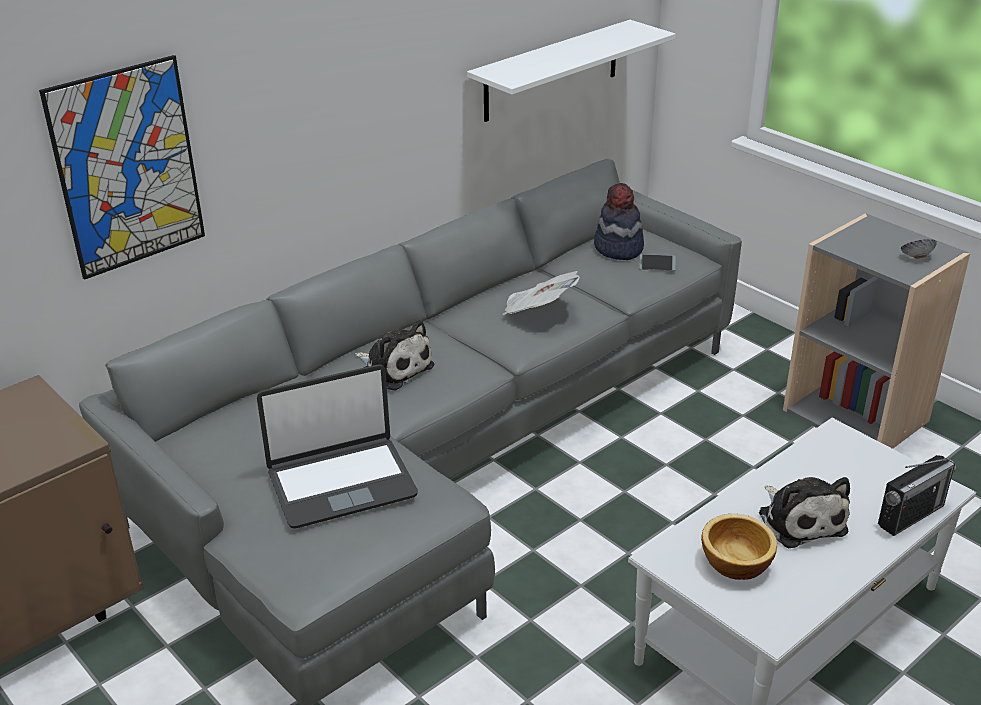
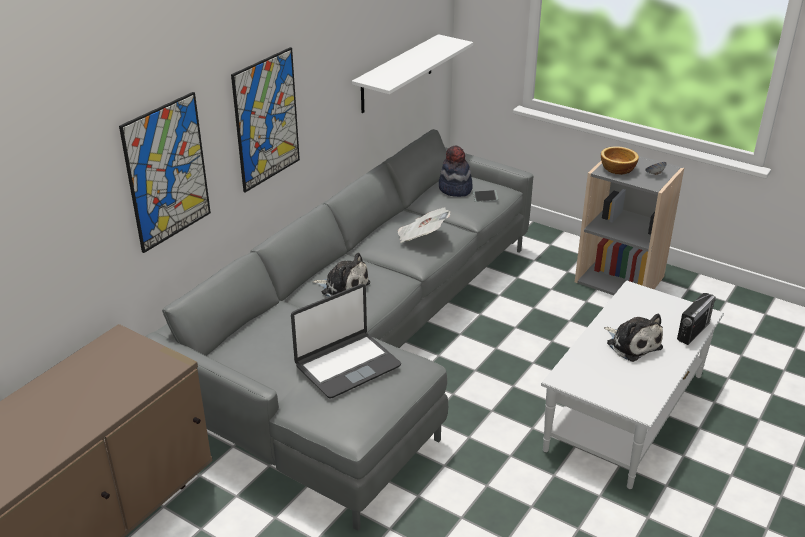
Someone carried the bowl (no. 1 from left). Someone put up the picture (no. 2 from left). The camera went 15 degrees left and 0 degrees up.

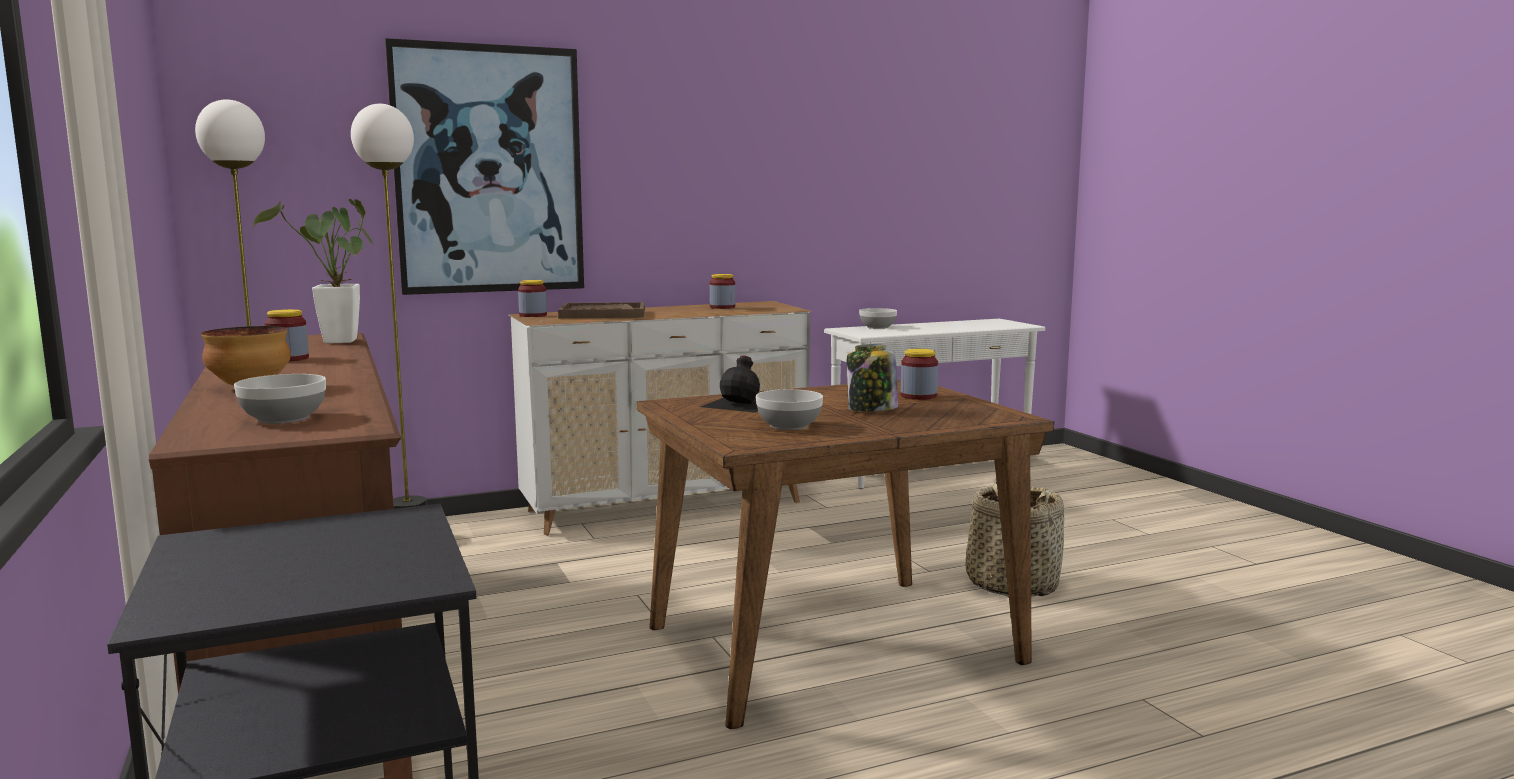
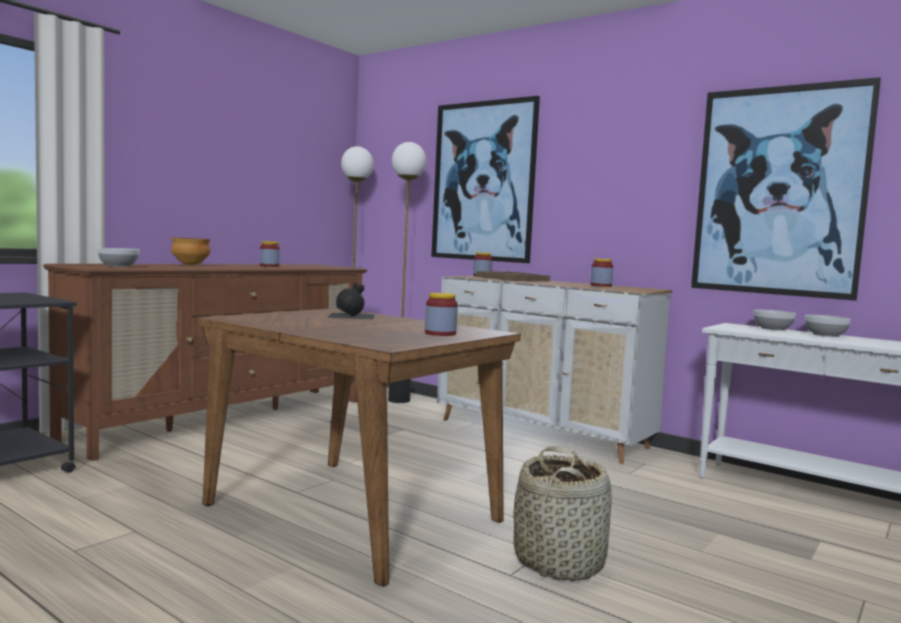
Someone took away the potted plant. Someone carried the bowl (no. 3 from left in the first image). Someone took away the jar (no. 4 from left). Someone put up the picture (no. 2 from left). The camera went 60 degrees right and 5 degrees down.

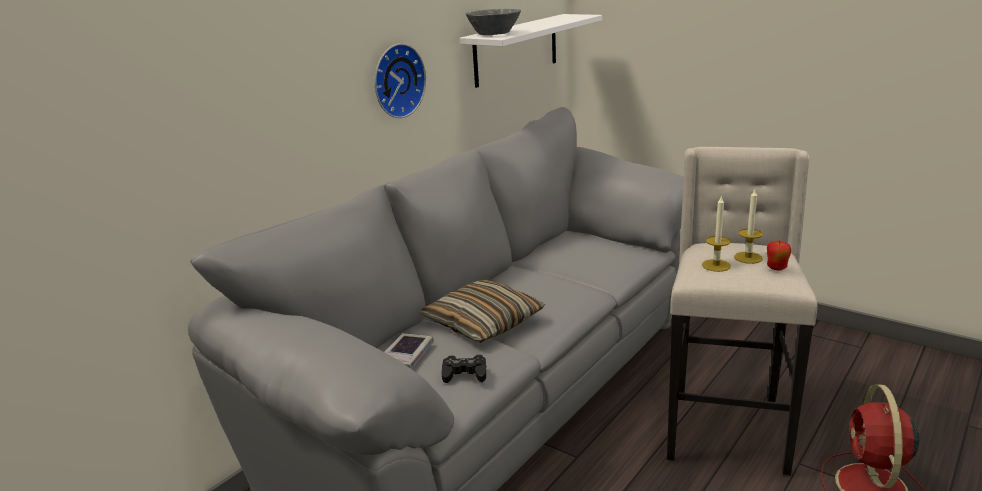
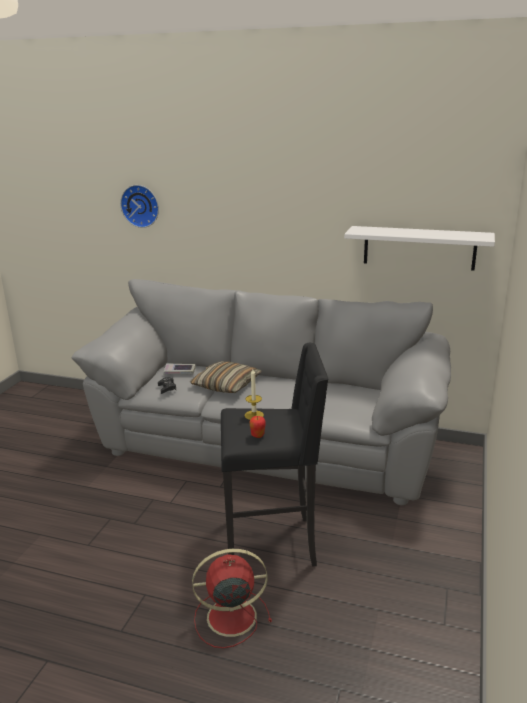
Someone carried the wall clock. Someone took away the grey bowl. Someone repainted the beige stool, which became the black stool. Someone took away the candle (no. 2 from left). The camera went 70 degrees right and 0 degrees up.

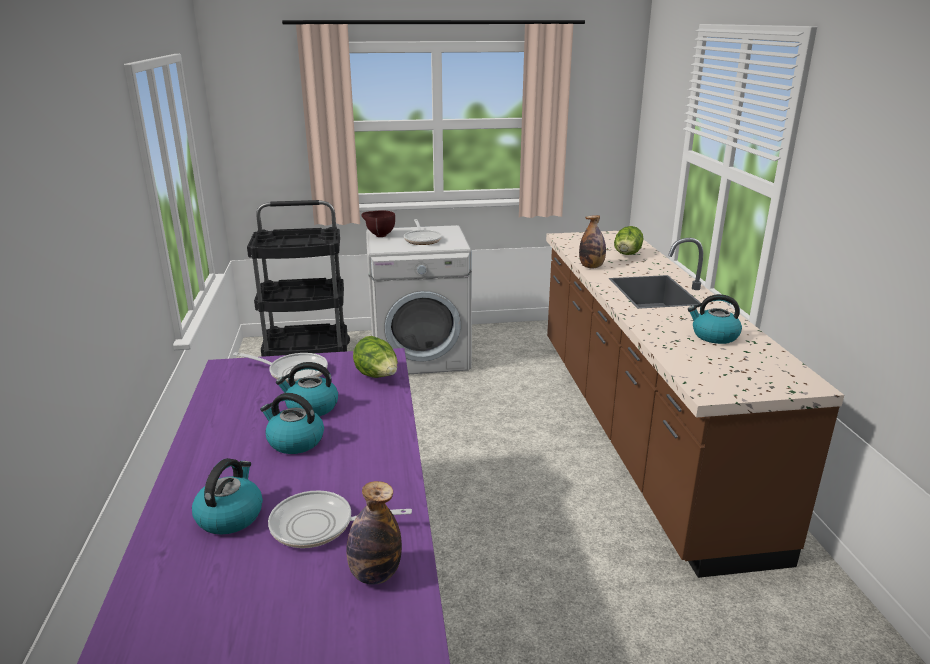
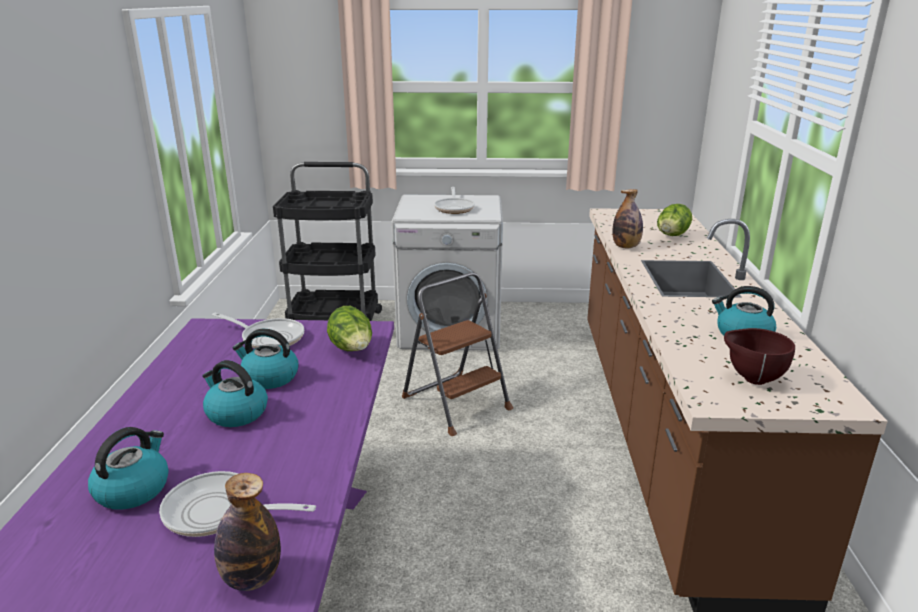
Someone carried the brown bowl. Someone put down the brown step ladder. The camera went 10 degrees right and 0 degrees up.

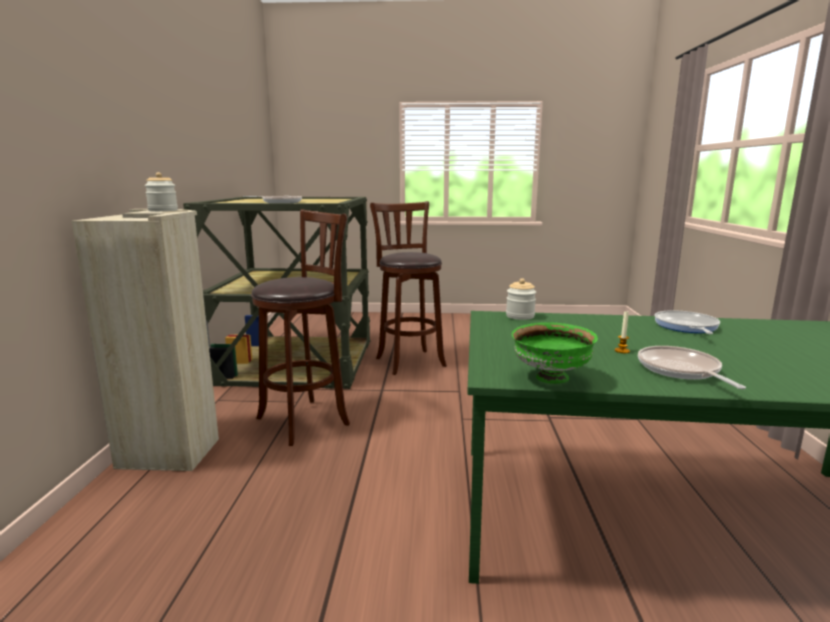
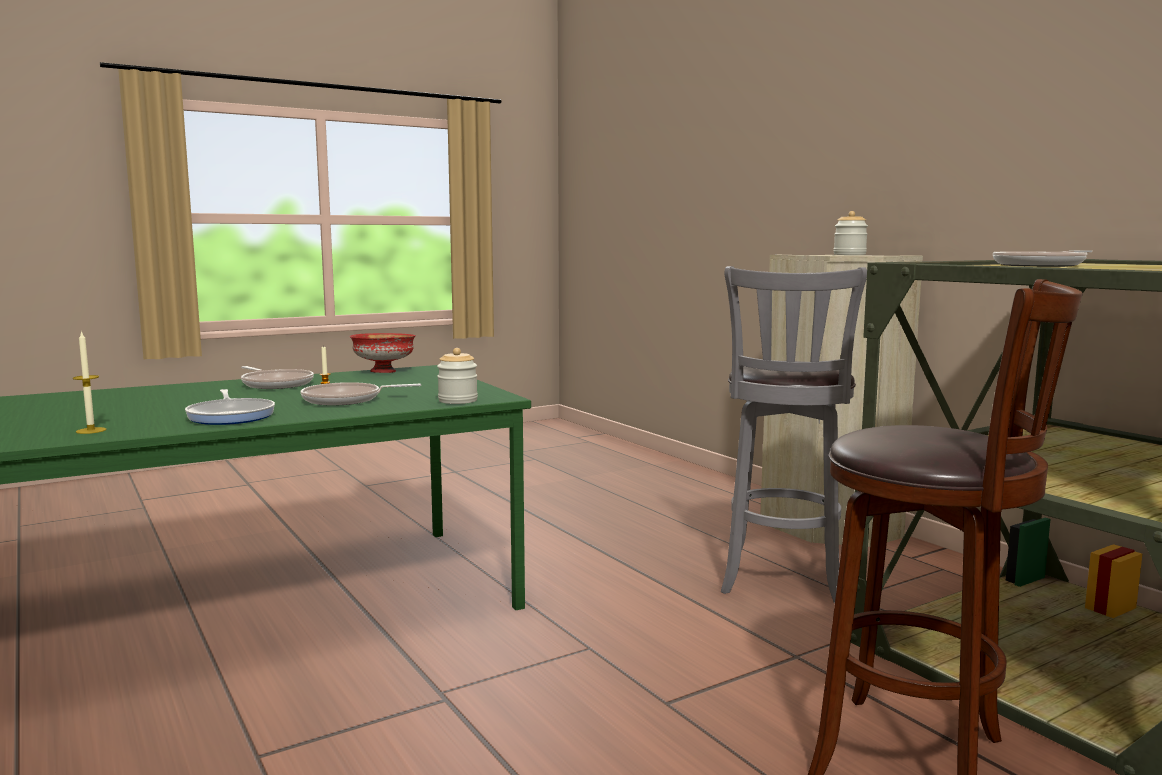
Someone repainted the brown stool (no. 1 from left), which became the grey stool. Someone repainted the green bowl, which became the red bowl. Someone put down the candle (no. 1 from left). Someone put down the frying pan (no. 3 from left). The camera went 145 degrees right and 5 degrees down.

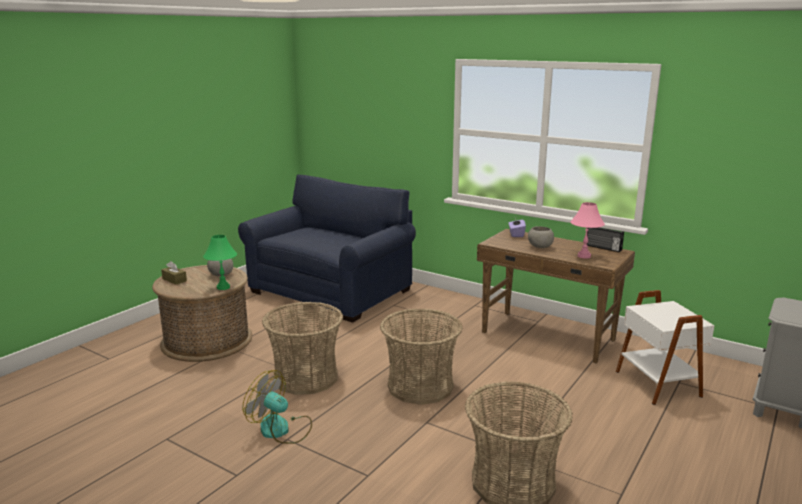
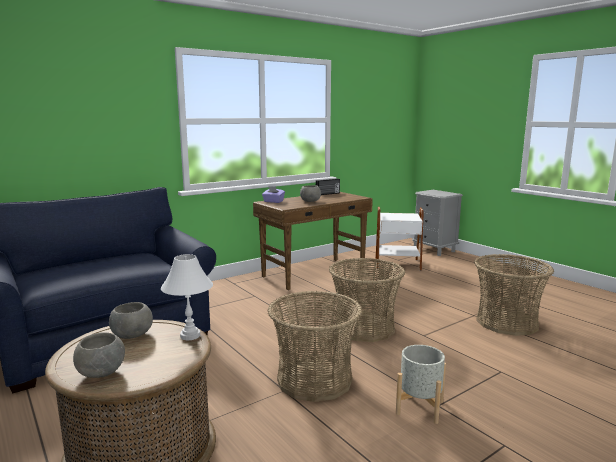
Someone swapped the brown tissue box for the grey bowl (no. 1 from left). Someone repainted the green table lamp, which became the white table lamp. Someone swapped the fan for the grey planter. Someone took away the pink table lamp. The camera went 70 degrees left and 5 degrees down.

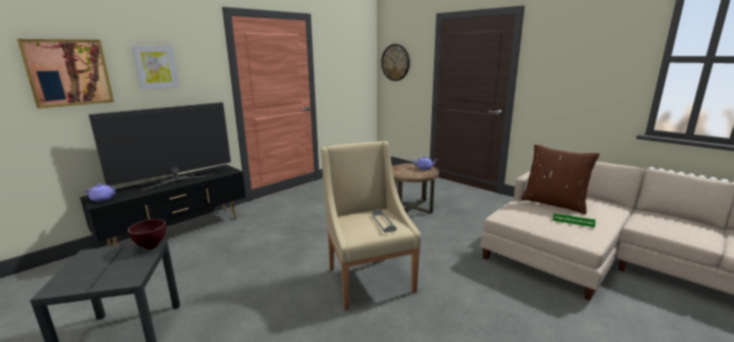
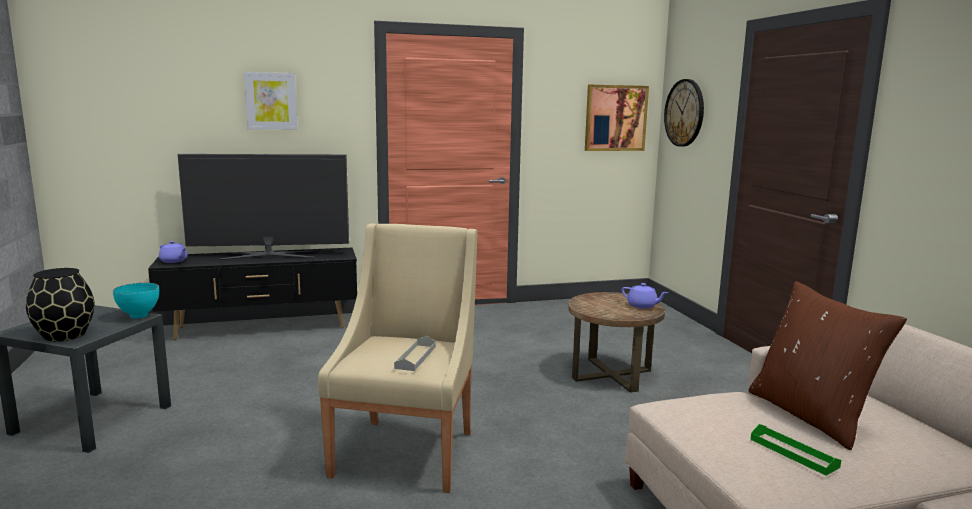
Someone carried the picture (no. 1 from left in the first image). Someone repainted the brown bowl, which became the turquoise bowl. Someone put down the black vase. The camera went 30 degrees right and 5 degrees down.

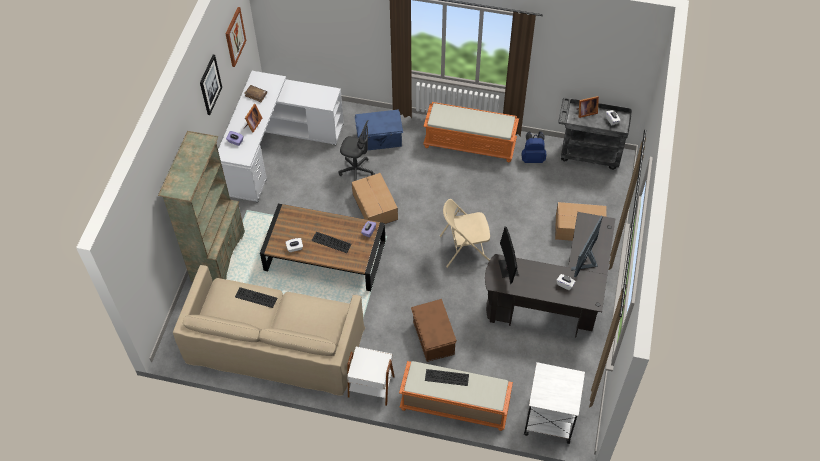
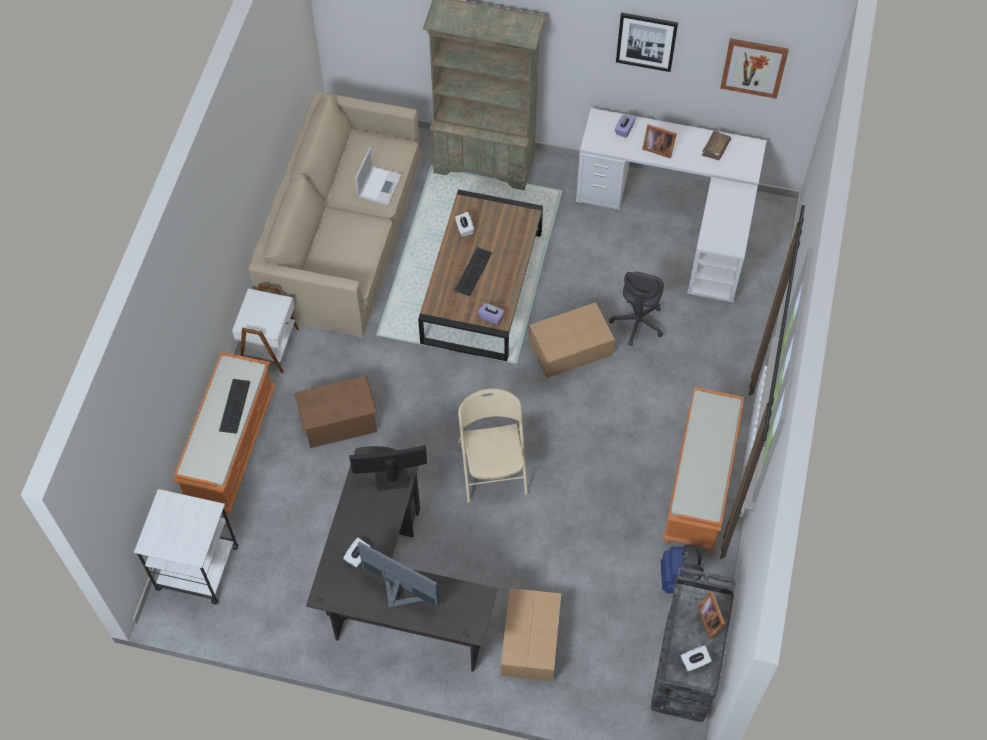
Someone swapped the keyboard (no. 1 from left) for the laptop. Someone took away the blue storage box. The camera went 90 degrees right and 5 degrees up.

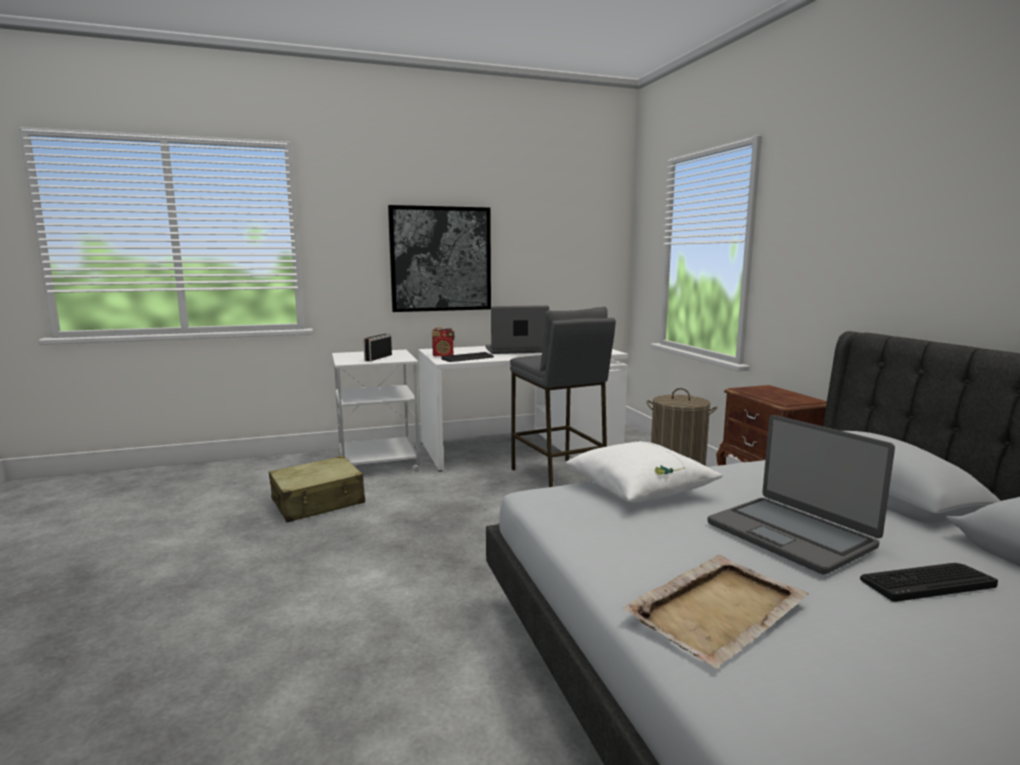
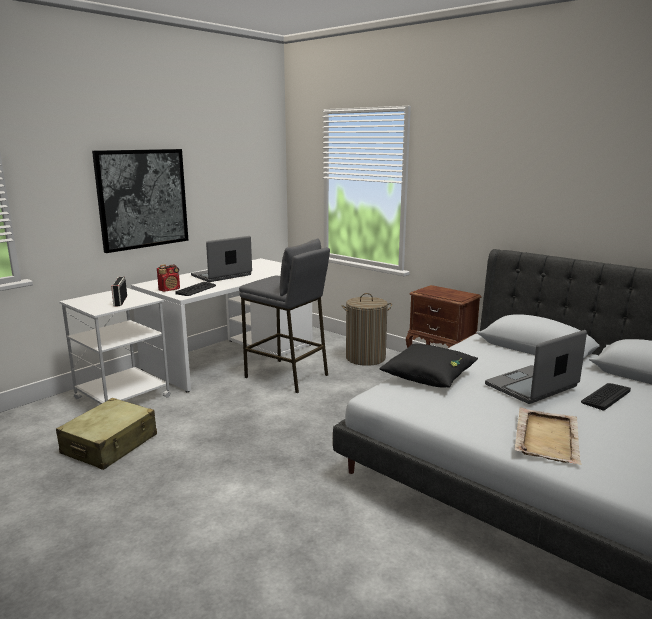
Someone repainted the white pillow, which became the black pillow. Someone rotated the laptop (no. 2 from left) by 120 degrees clockwise. The camera went 30 degrees left and 5 degrees up.

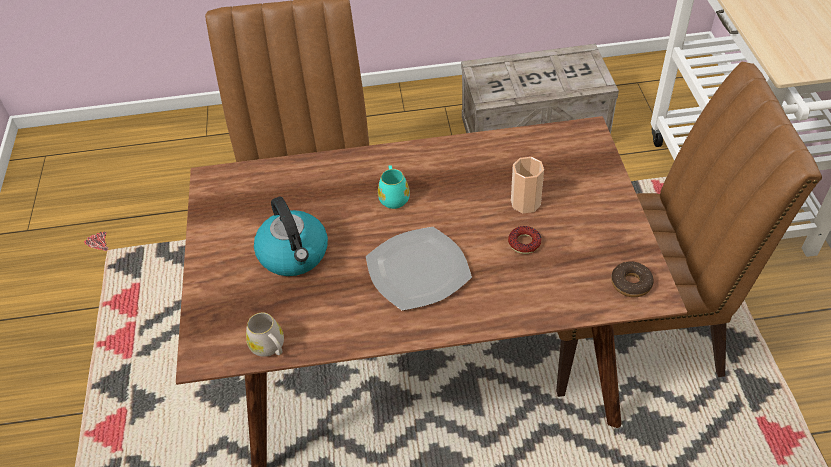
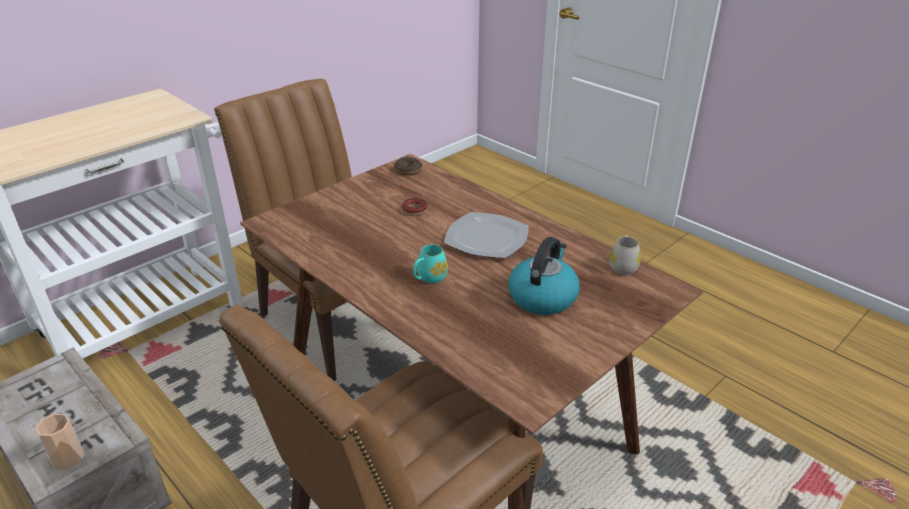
Someone carried the cup. The camera went 130 degrees left and 15 degrees down.

